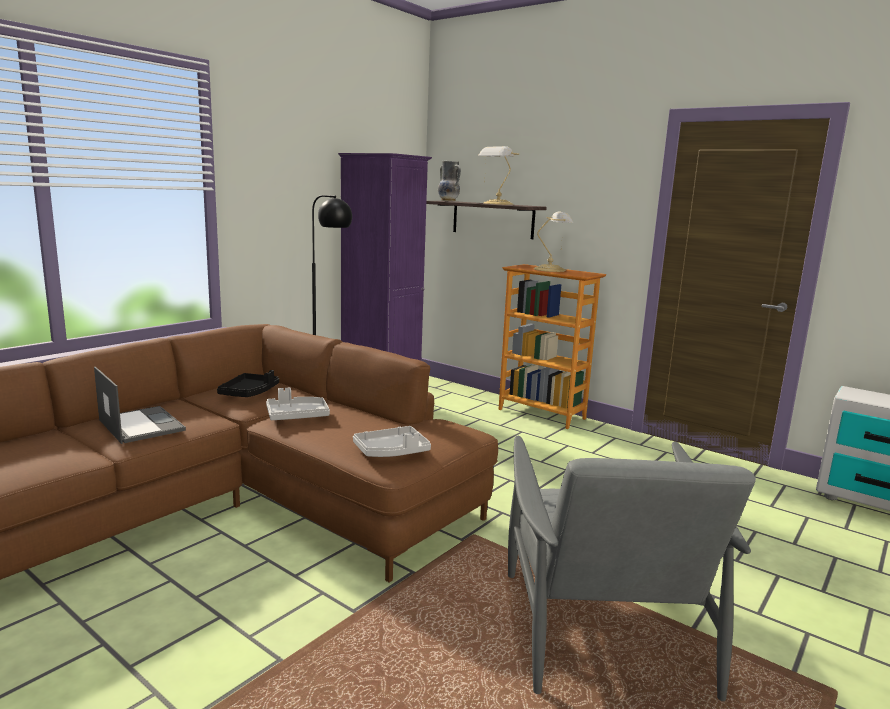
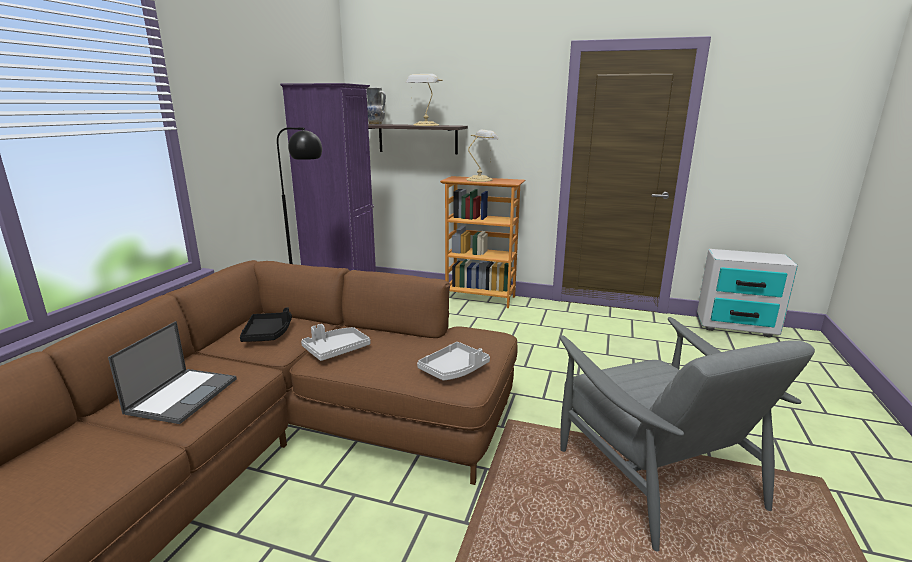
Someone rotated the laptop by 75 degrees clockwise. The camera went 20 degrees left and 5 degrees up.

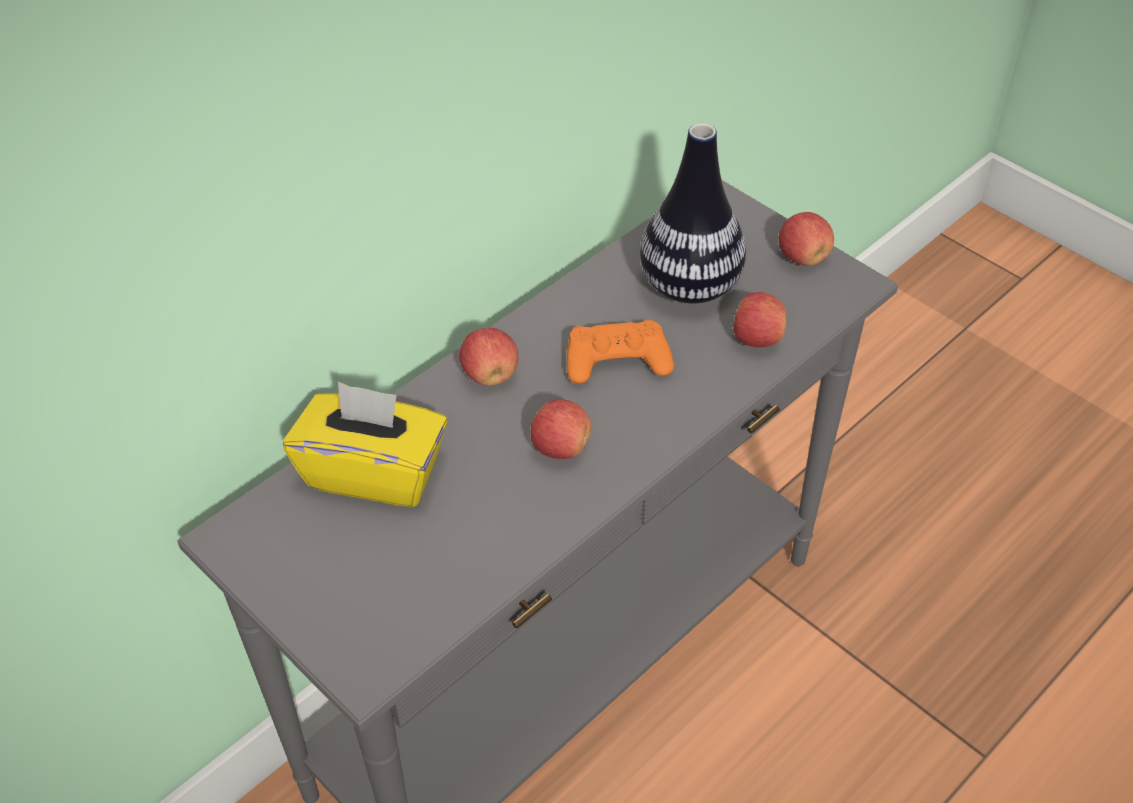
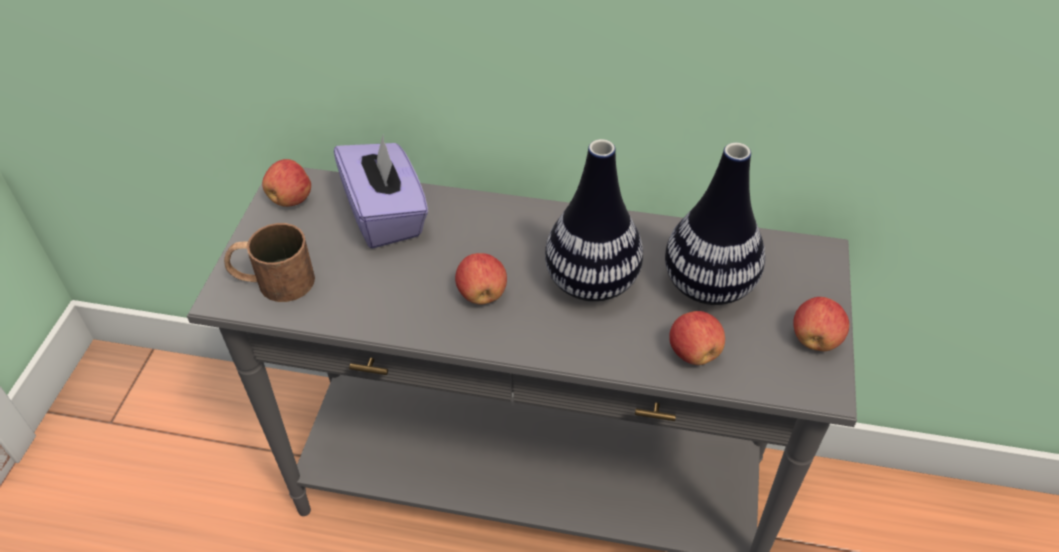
Someone repainted the yellow tissue box, which became the purple tissue box. Someone carried the apple (no. 1 from left). Someone swapped the orange game controller for the vase (no. 1 from left). Someone put down the brown mug. The camera went 55 degrees right and 0 degrees up.

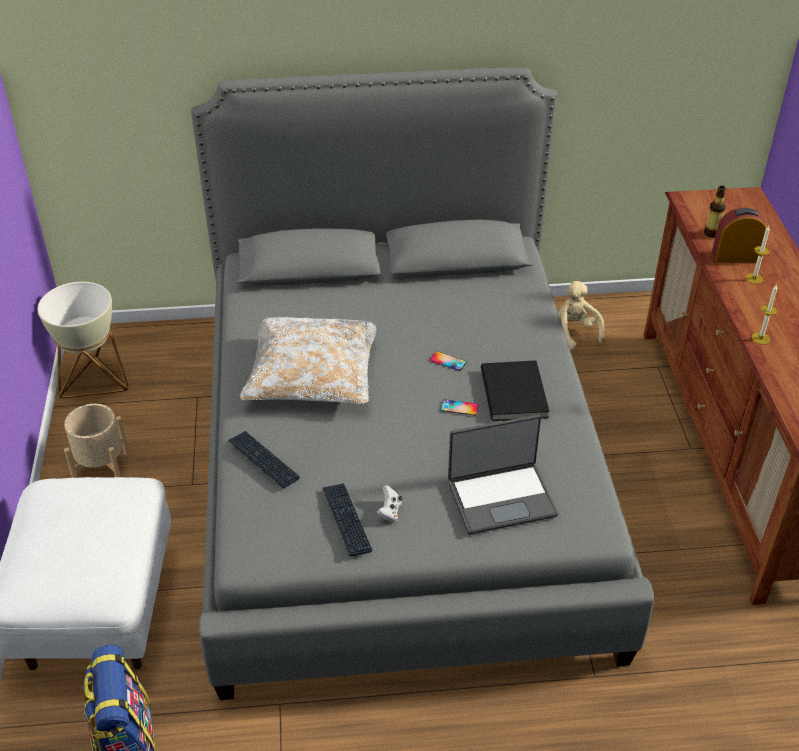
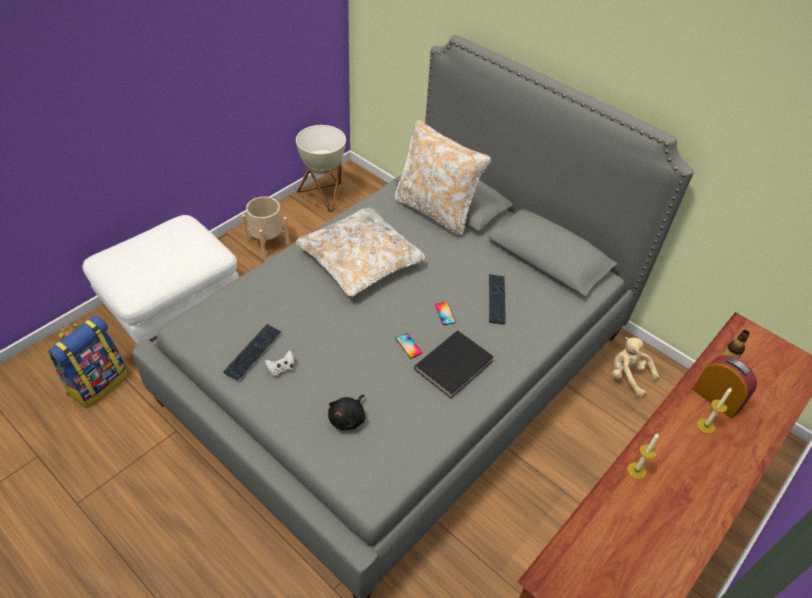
Someone carried the keyboard (no. 1 from left in the first image). Someone swapped the laptop for the black plush toy. Someone rotated the beige plush toy by 75 degrees counterclockwise. Someone put down the white pillow (no. 2 from left). The camera went 45 degrees right and 5 degrees up.

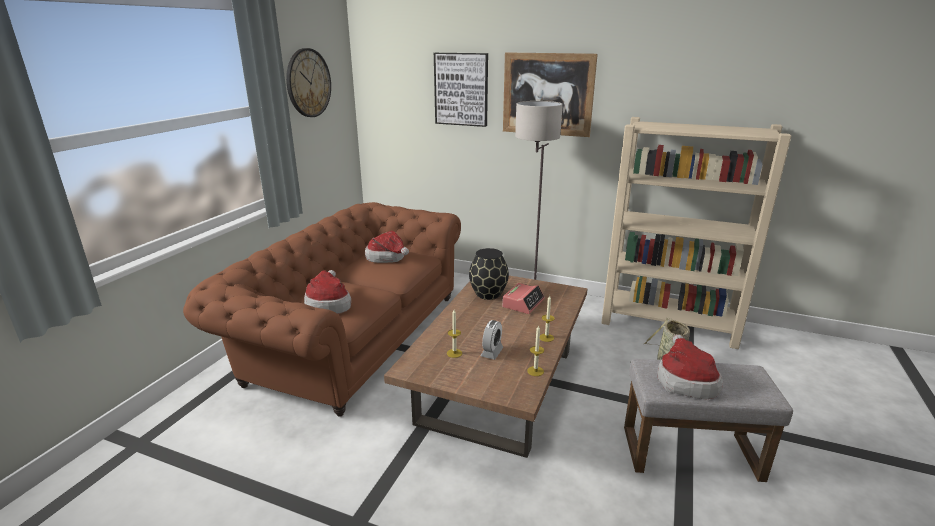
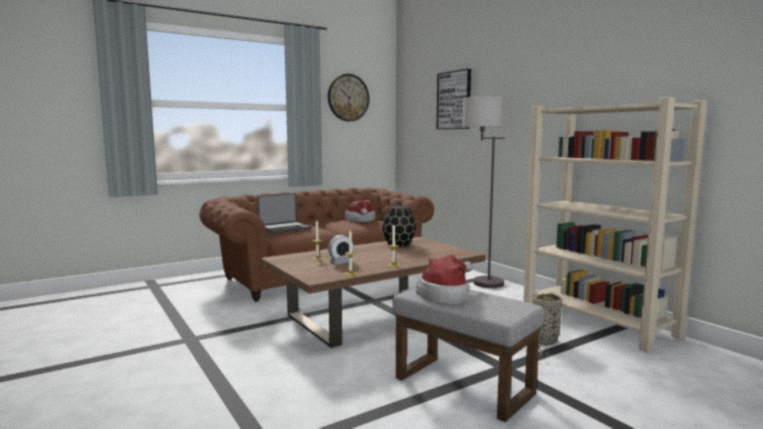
Someone swapped the hat (no. 1 from left) for the laptop. Someone took away the alarm clock (no. 2 from left). Someone took away the picture (no. 2 from left). The camera went 35 degrees right and 15 degrees down.

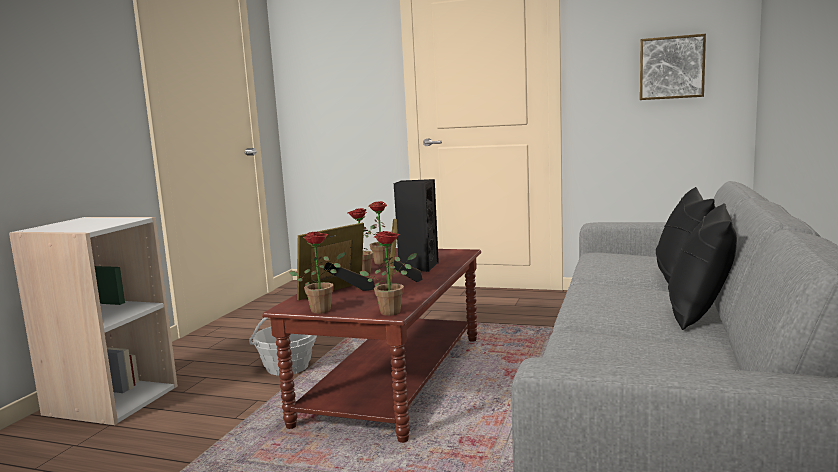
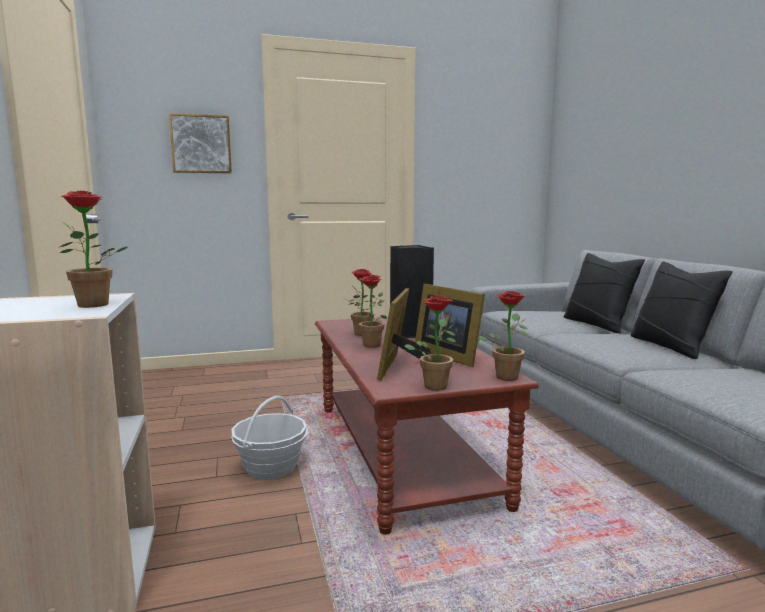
Someone carried the picture. Someone put down the potted plant (no. 1 from left). The camera went 35 degrees left and 0 degrees up.

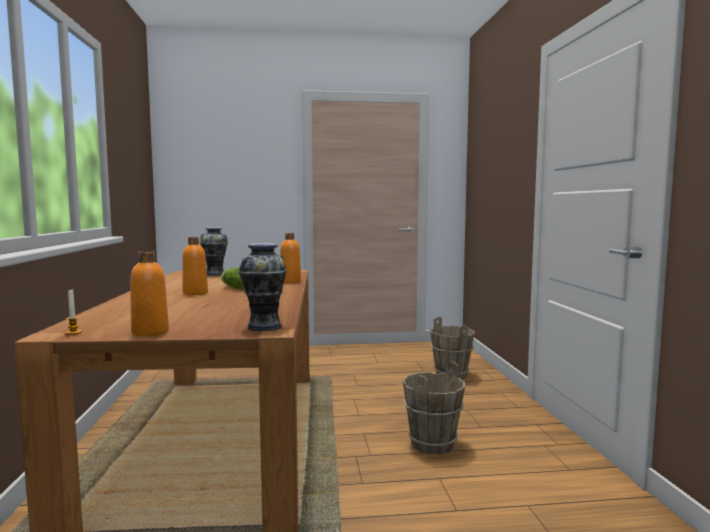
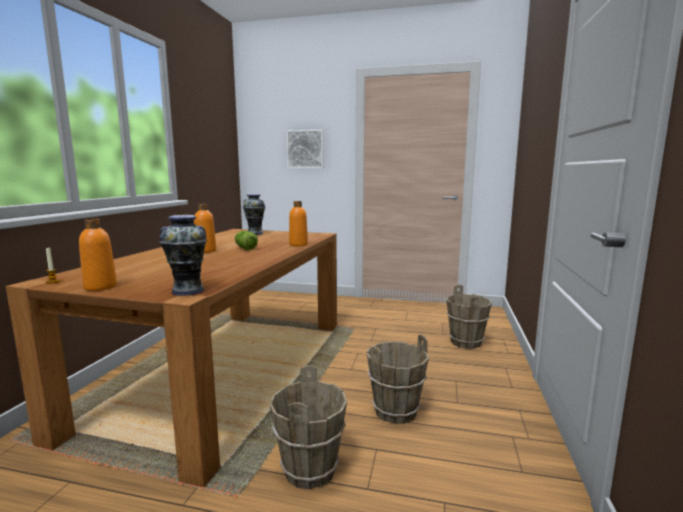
Someone put down the brown bucket (no. 1 from left). Someone put up the picture. The camera went 20 degrees right and 5 degrees up.

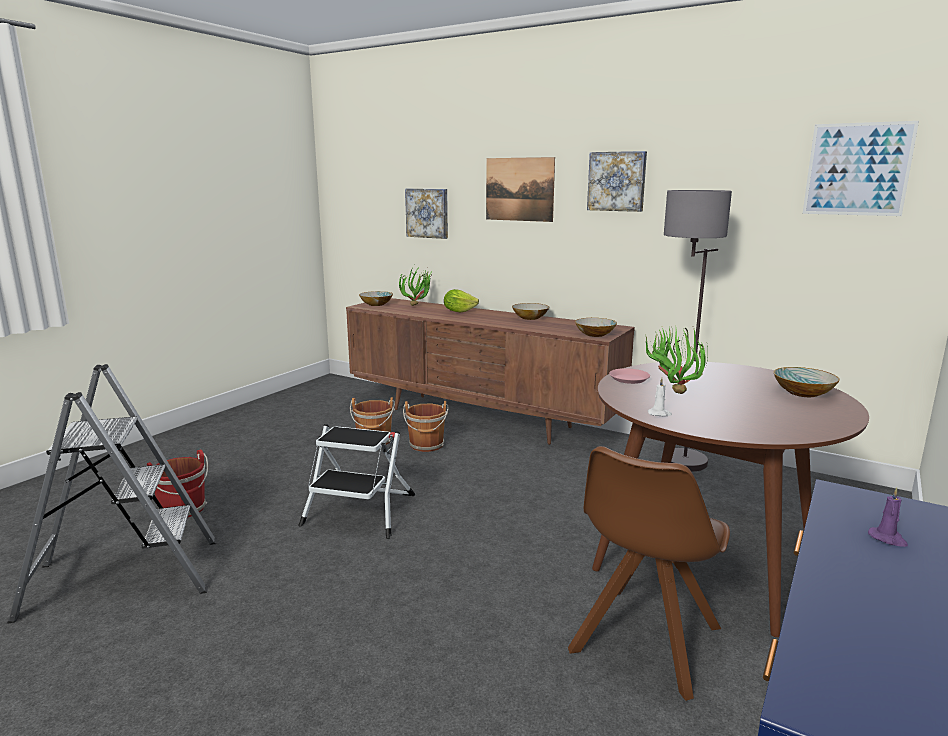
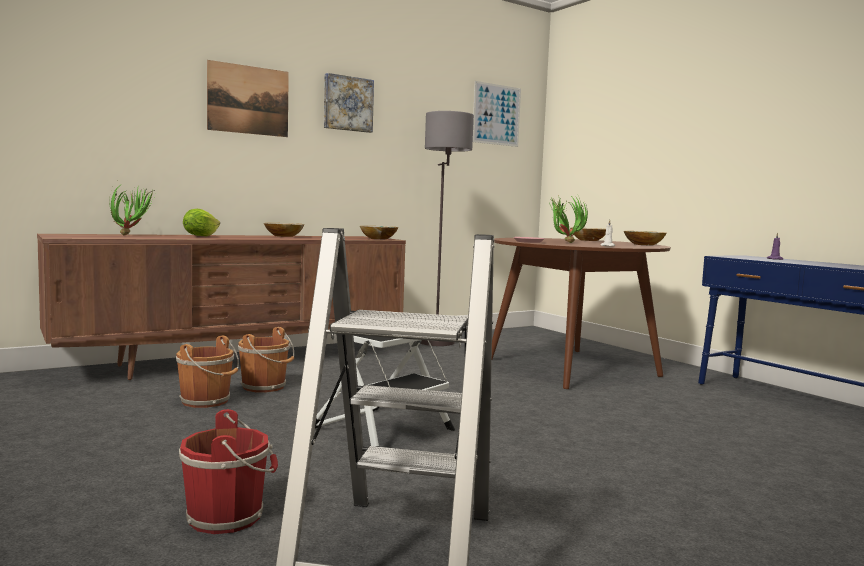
Someone carried the bowl (no. 1 from left in the first image). Someone took away the picture (no. 1 from left). Someone took away the brown chair. The camera went 65 degrees left and 10 degrees down.

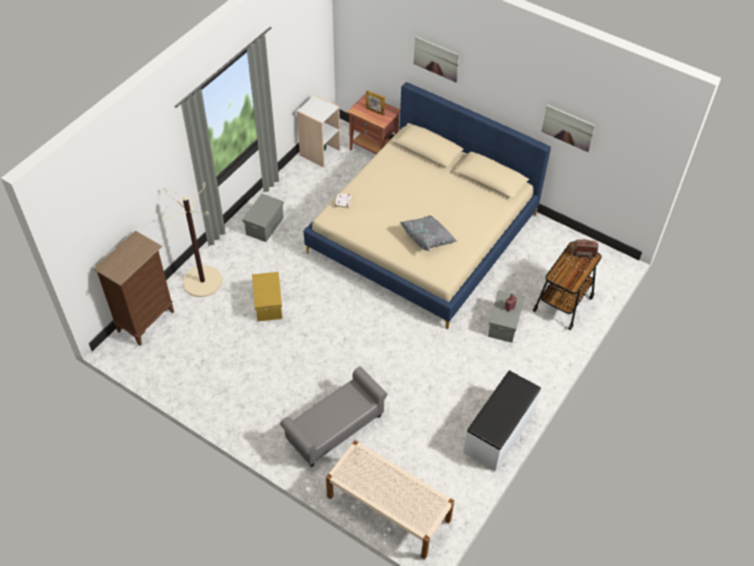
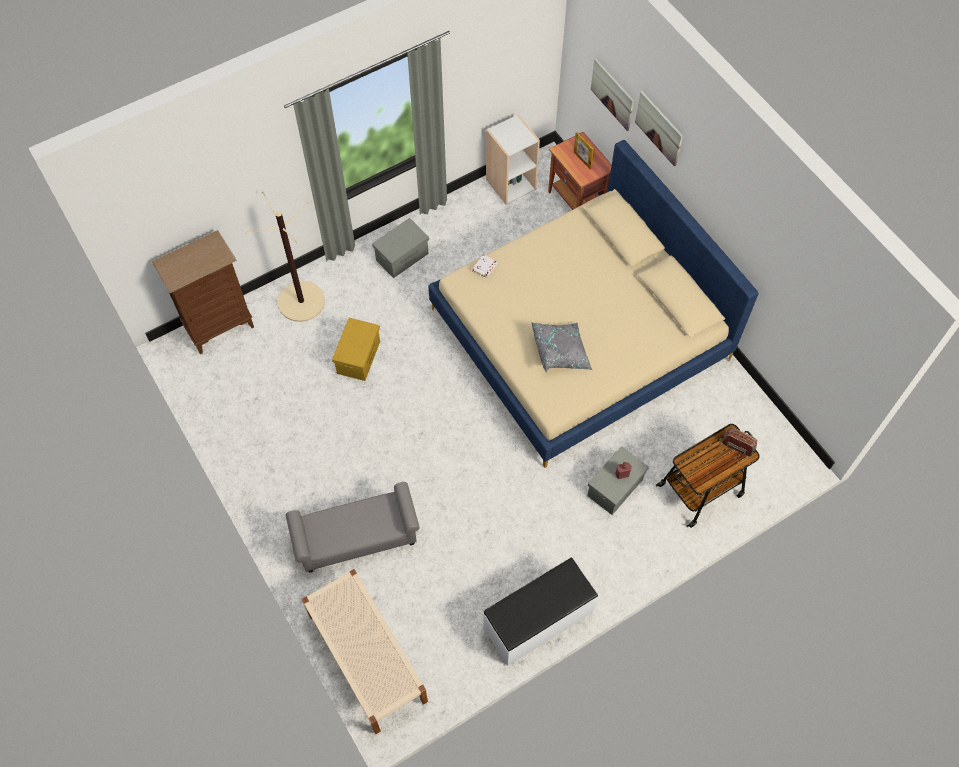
Someone carried the picture (no. 2 from left in the first image). The camera went 25 degrees right and 10 degrees up.

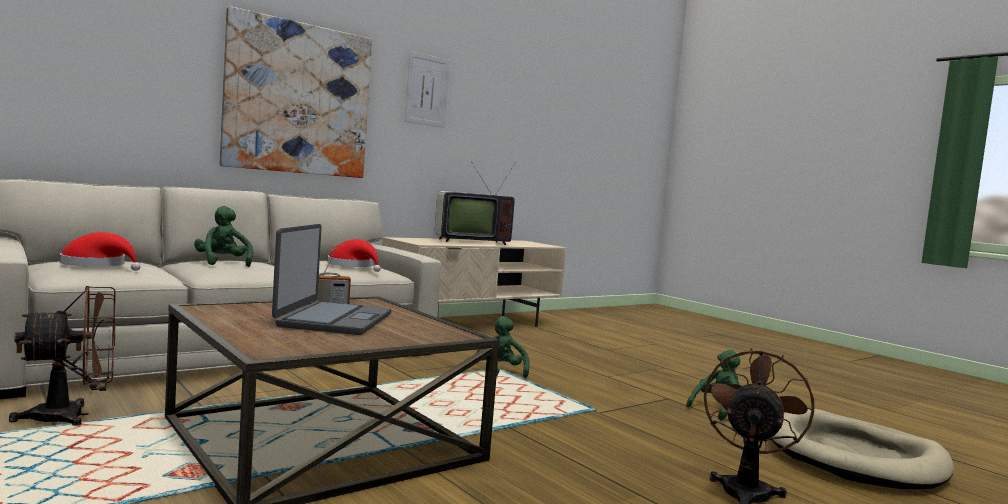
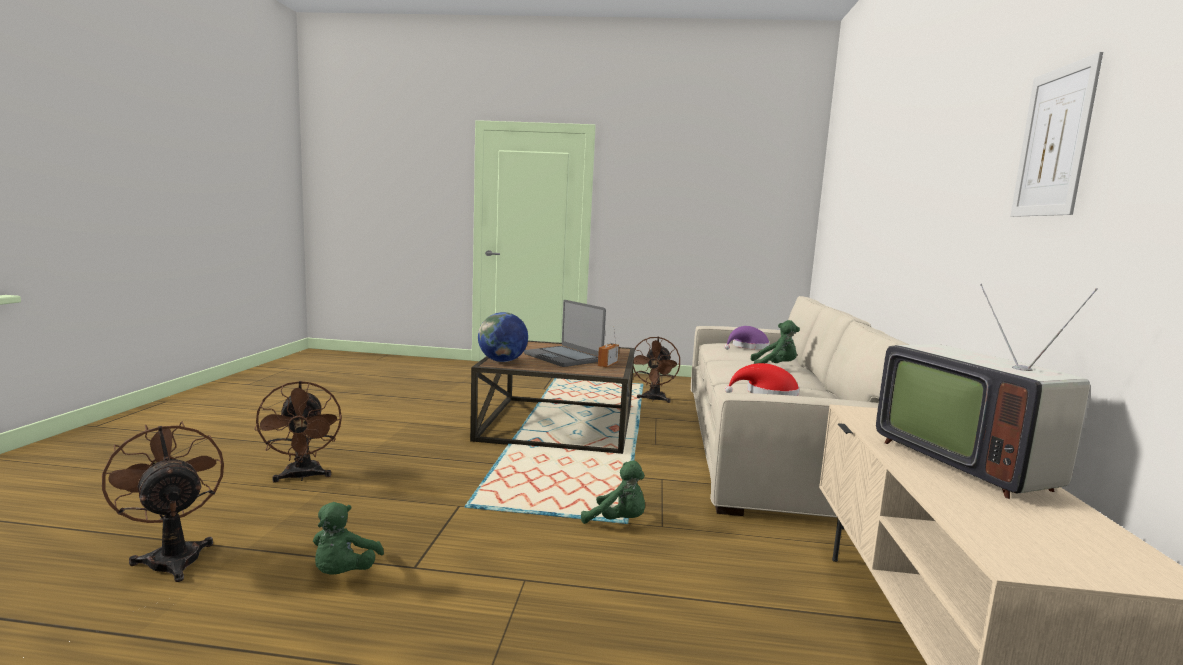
Someone repainted the red hat (no. 1 from left), which became the purple hat. Someone took away the picture (no. 1 from left). Someone rotated the television by 45 degrees counterclockwise. Someone swapped the beige dog bed for the brown fan (no. 1 from left). Someone put down the globe. The camera went 135 degrees right and 5 degrees up.

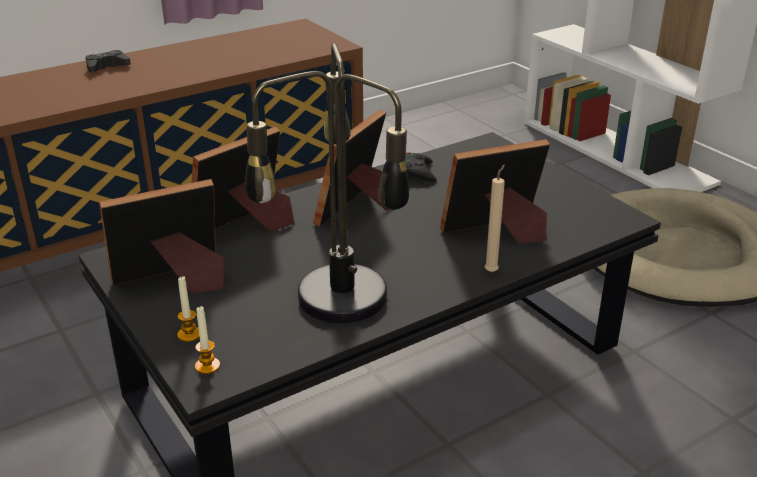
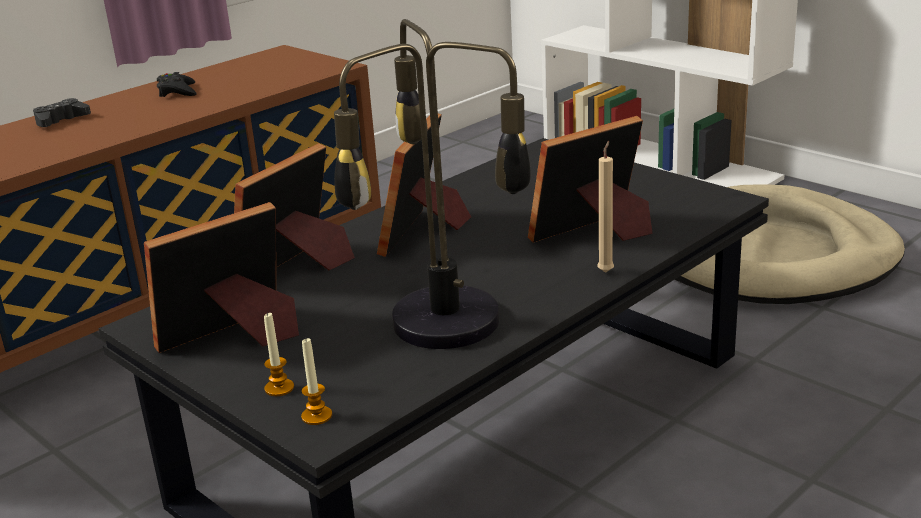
Someone carried the black game controller (no. 2 from left). The camera went 10 degrees left and 5 degrees down.

